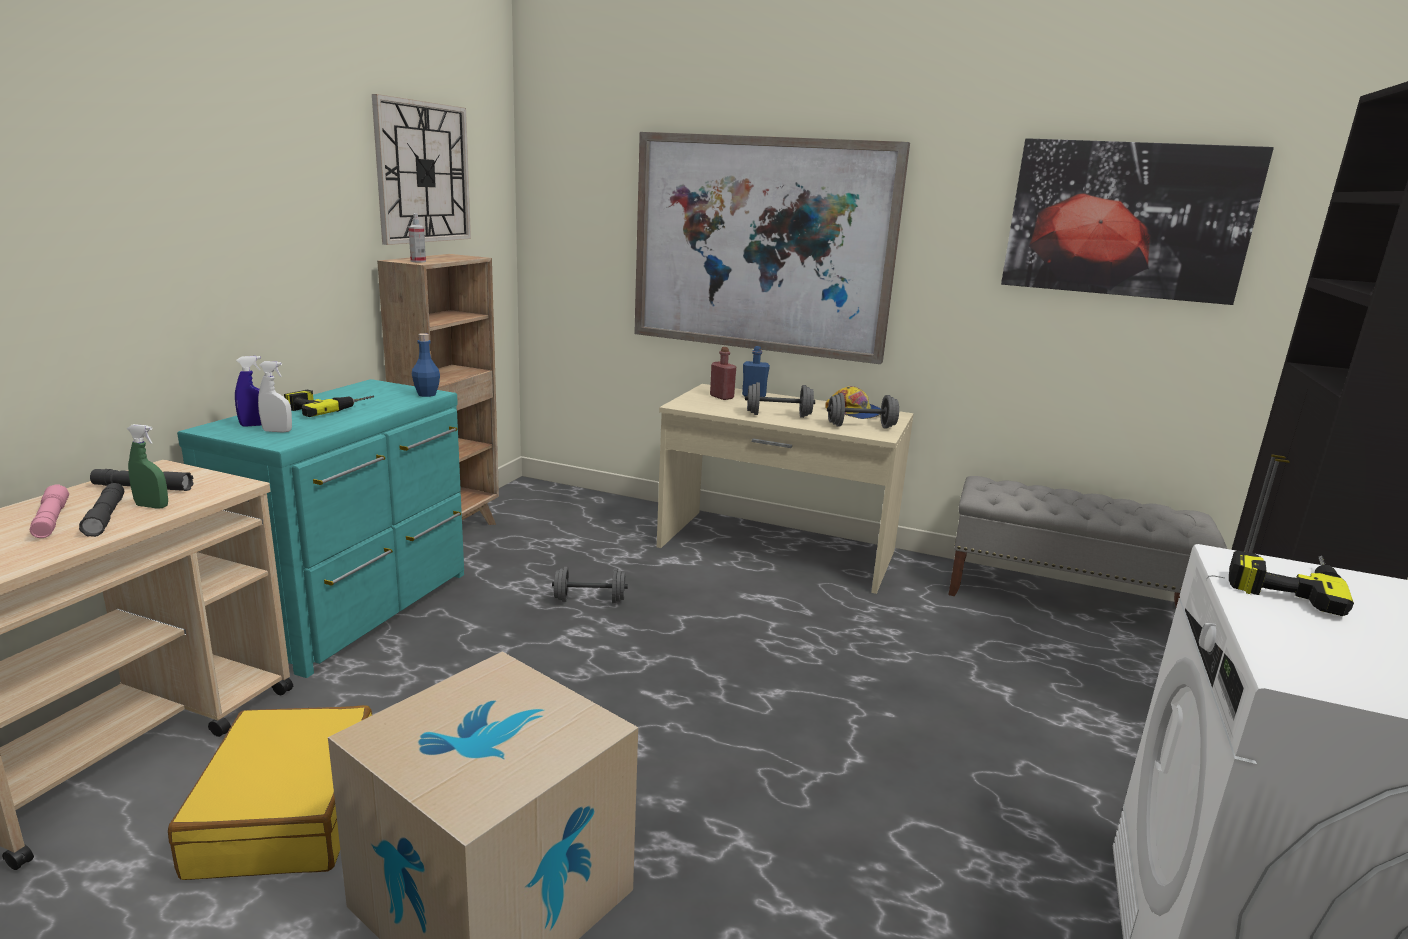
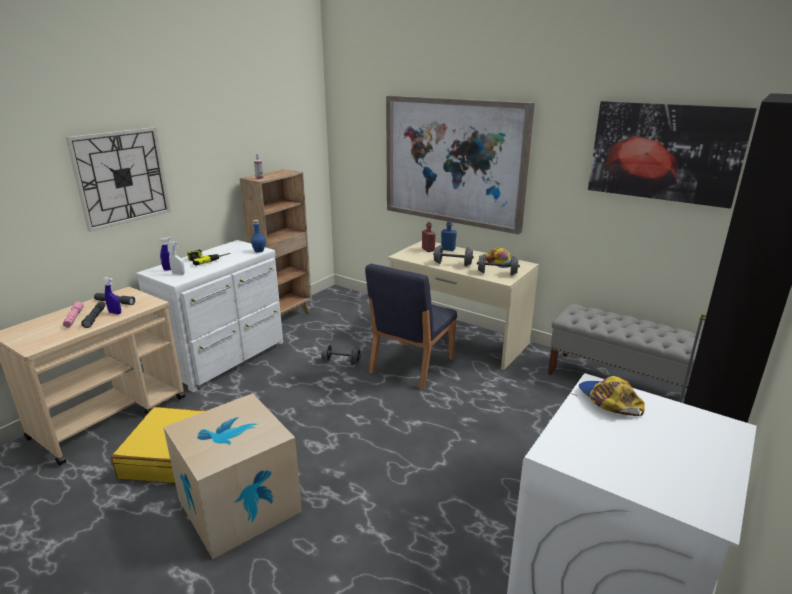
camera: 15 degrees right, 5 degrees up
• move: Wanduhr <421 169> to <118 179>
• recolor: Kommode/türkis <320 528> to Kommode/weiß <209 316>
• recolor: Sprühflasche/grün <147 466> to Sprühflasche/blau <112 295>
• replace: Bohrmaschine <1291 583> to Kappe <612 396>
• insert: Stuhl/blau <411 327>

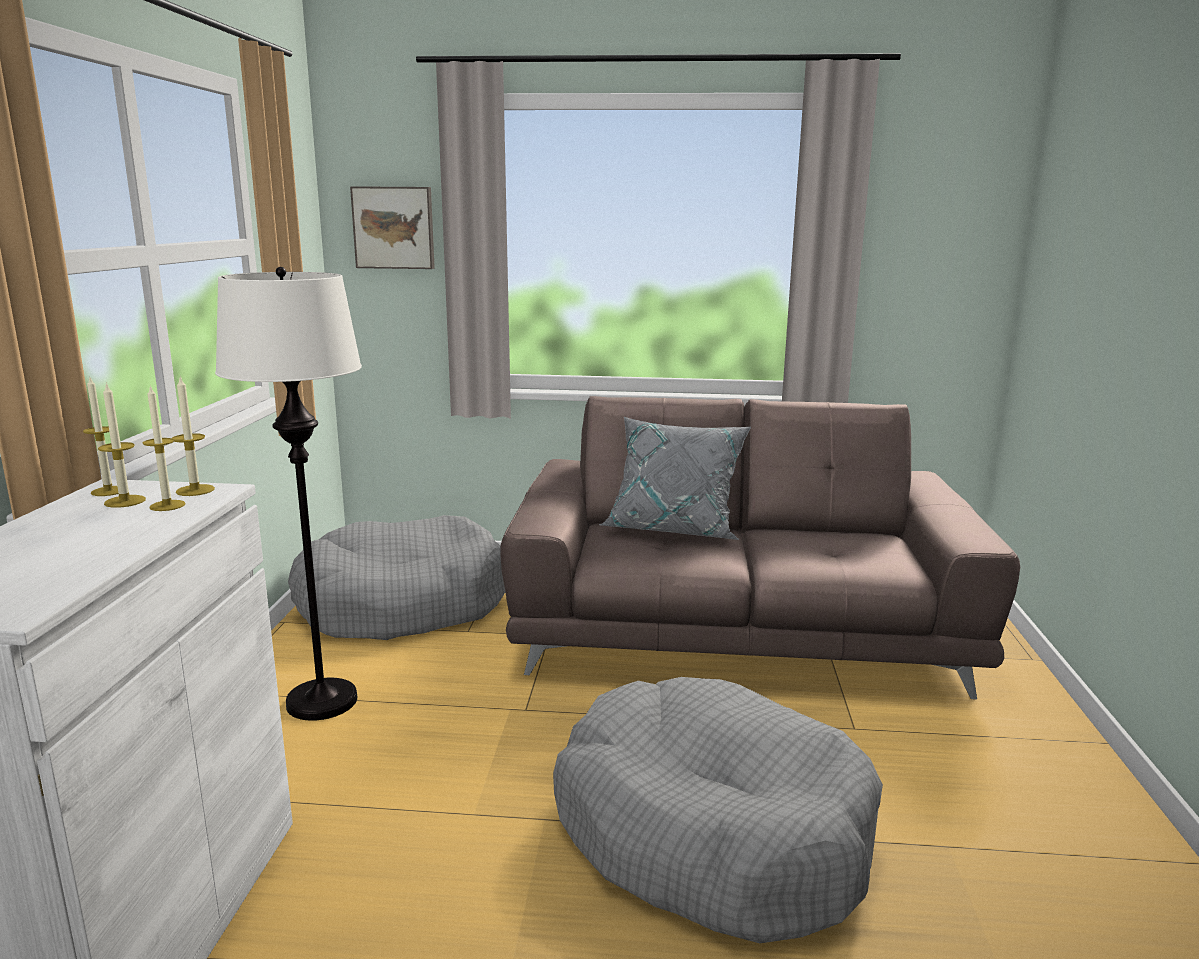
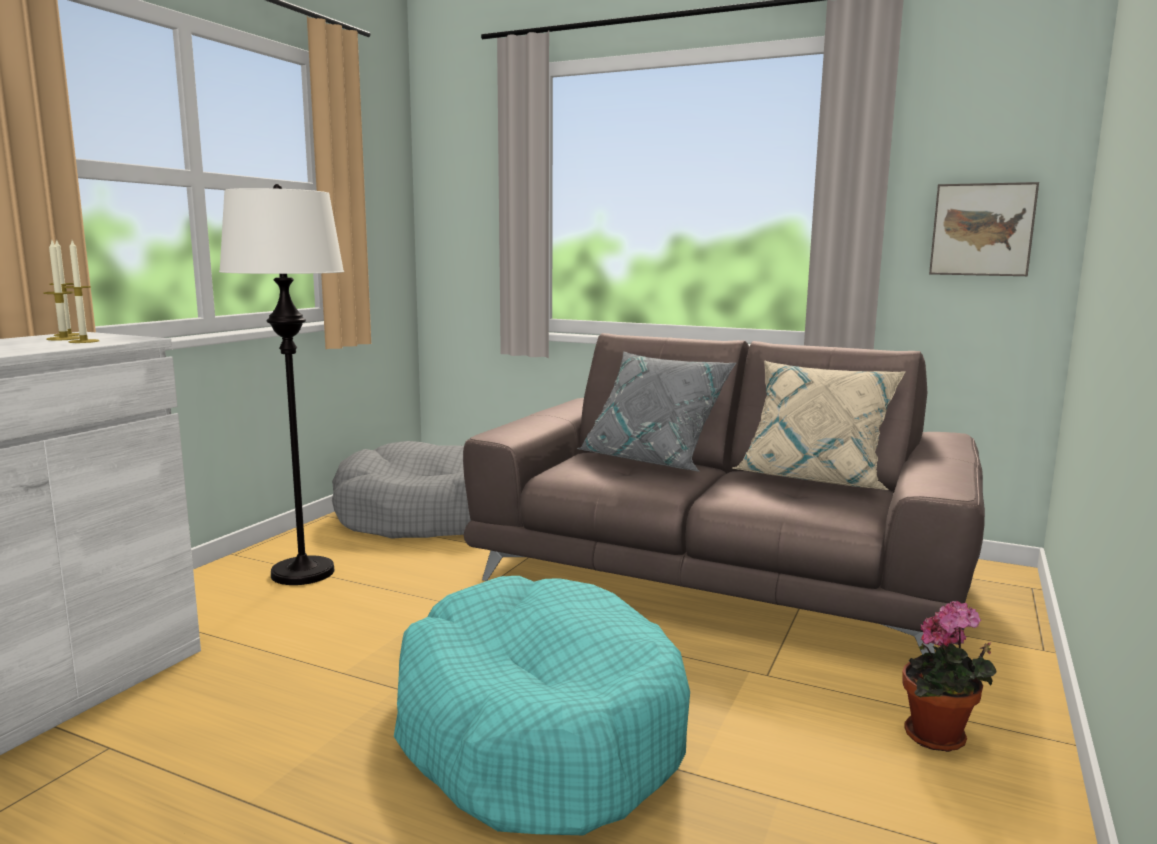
camera: 20 degrees right, 5 degrees down
• move: Bild <392 227> to <984 229>
• delete: Kerze <193 436>
• recolor: Hundebett/grau <718 810> to Hundebett/türkis <542 705>
• insert: Kissen/beige <819 425>
• insert: Topfpflanze <949 676>

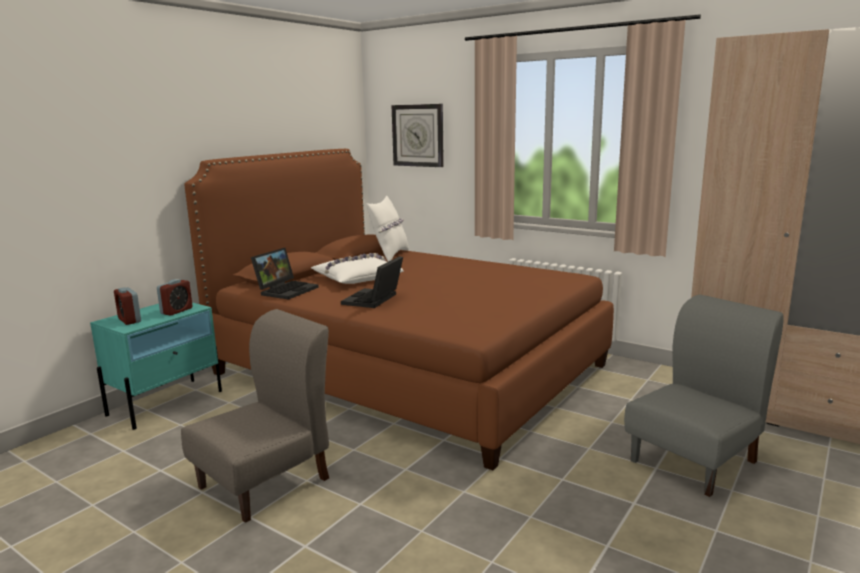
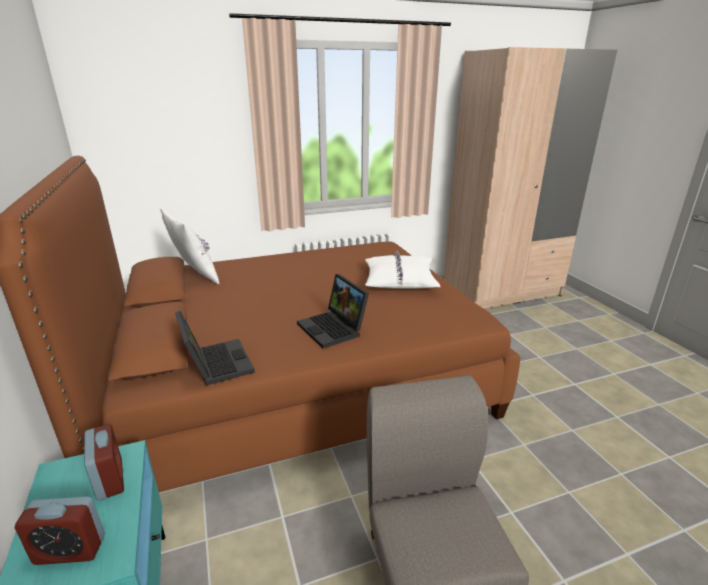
camera: 55 degrees left, 10 degrees up
• delete: Wanduhr <417 135>
• move: Kissen/weiß <357 268> to <402 270>
• delete: Stuhl/grau <704 396>

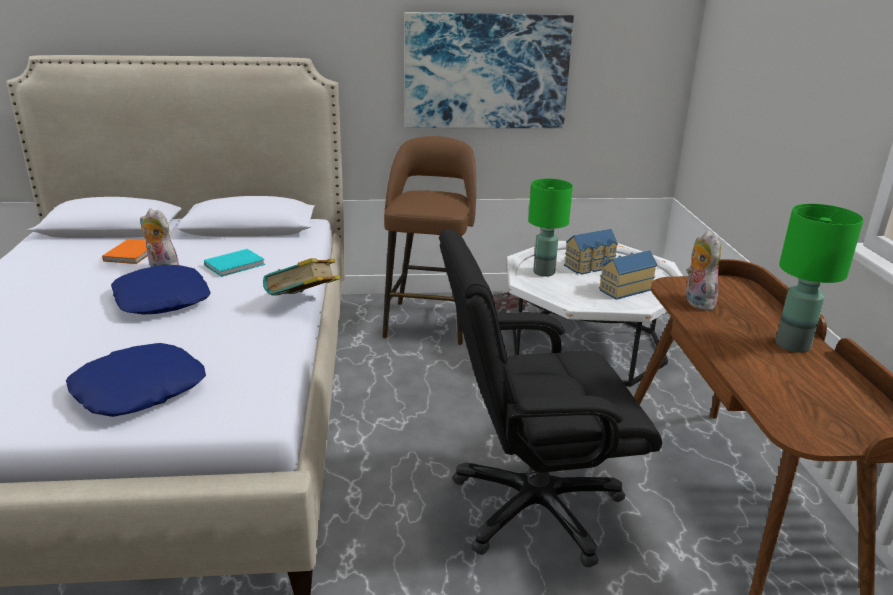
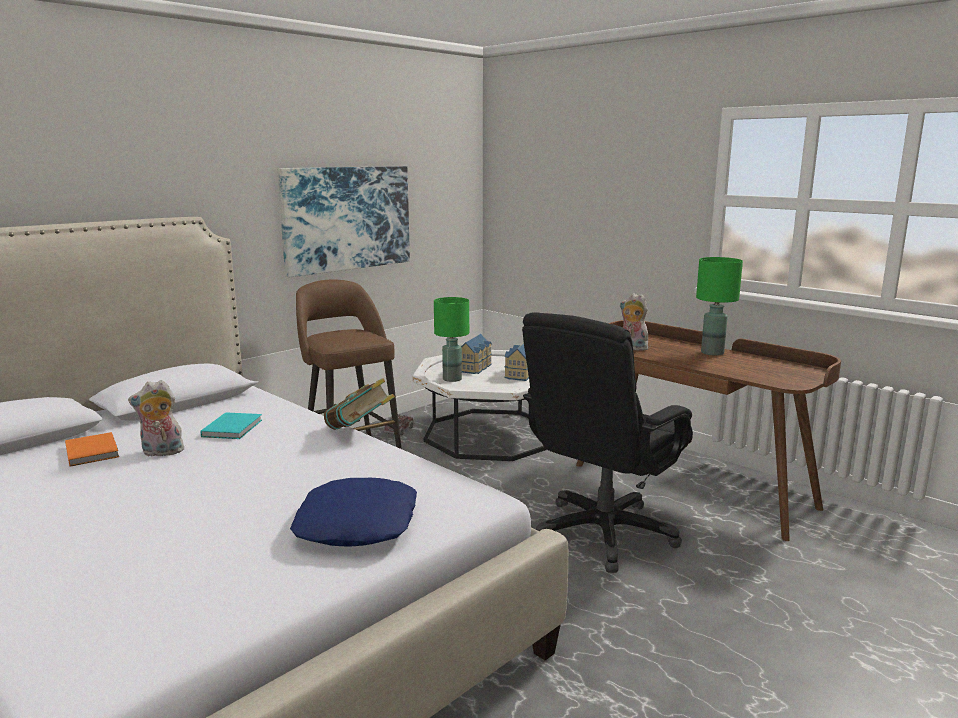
camera: 40 degrees left, 10 degrees down
• delete: Kissen/blau <161 289>

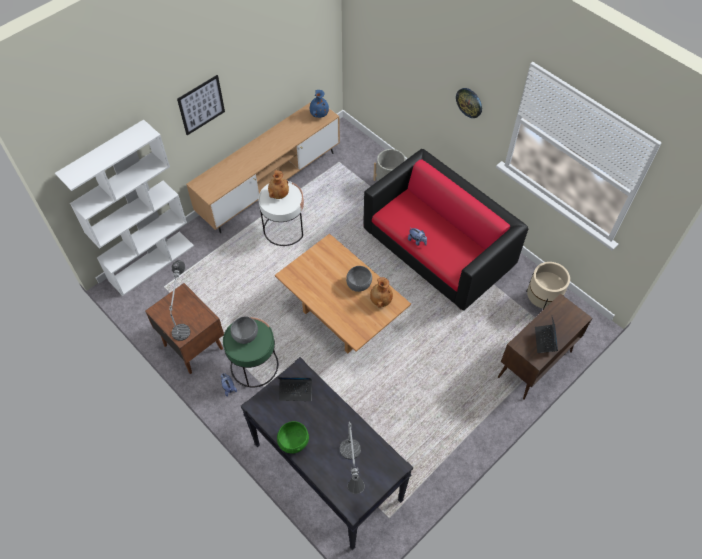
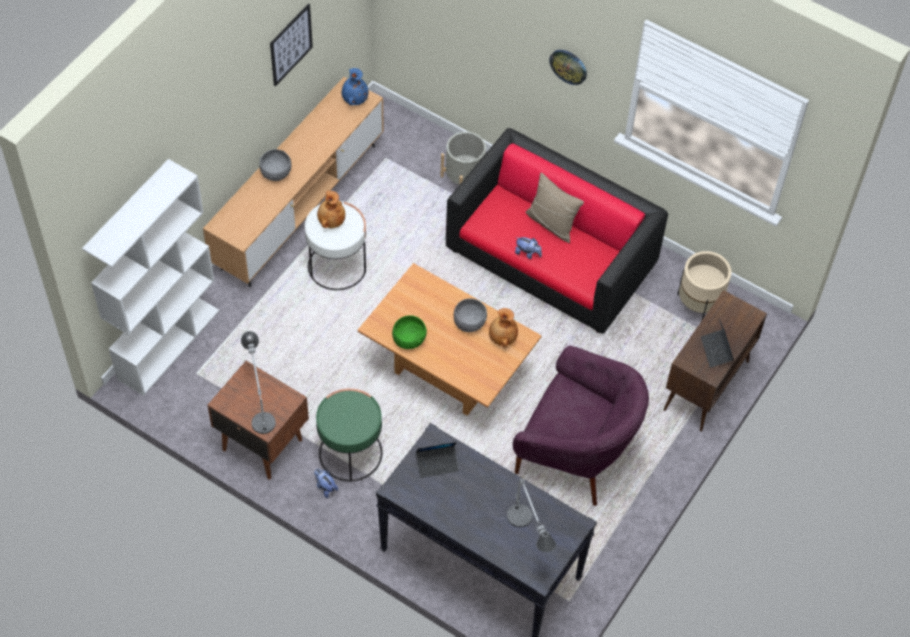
camera: 15 degrees left, 0 degrees up
• move: Bild <201 105> to <291 45>
• move: Schüssel/grau <244 330> to <275 165>
• move: Schüssel/grün <293 437> to <409 332>
• insert: Kissen/beige <554 208>
• insert: Sessel/lila <581 426>

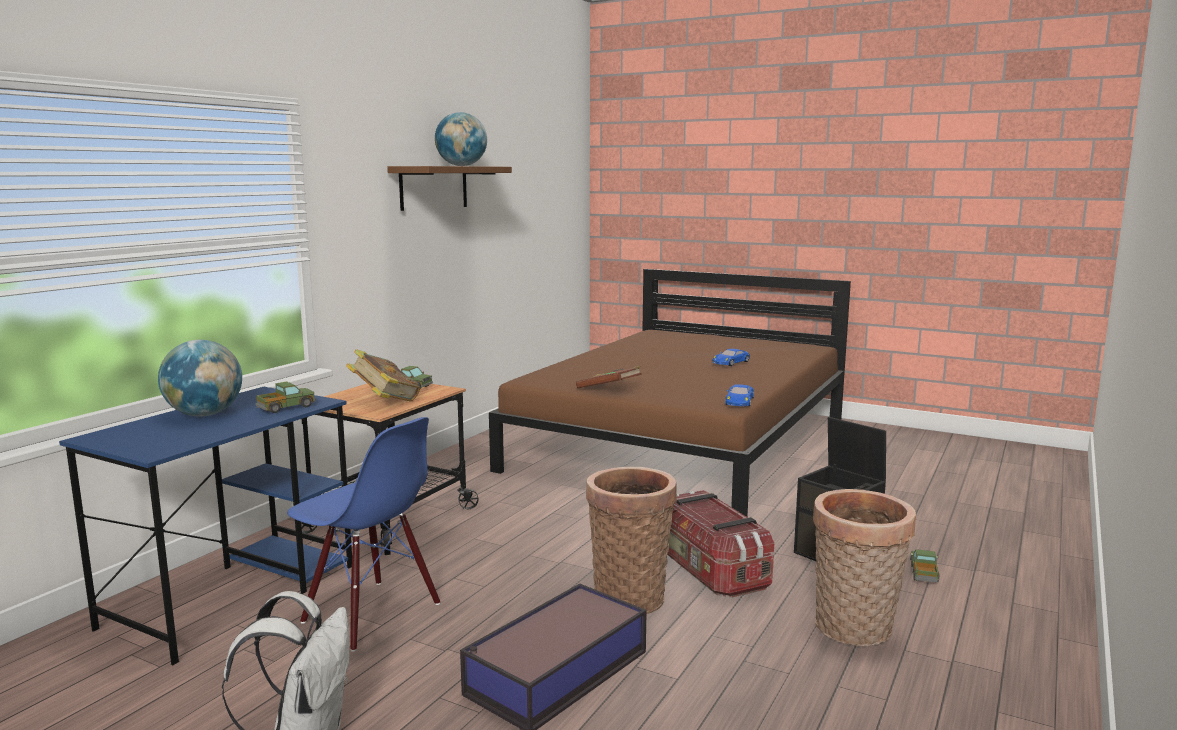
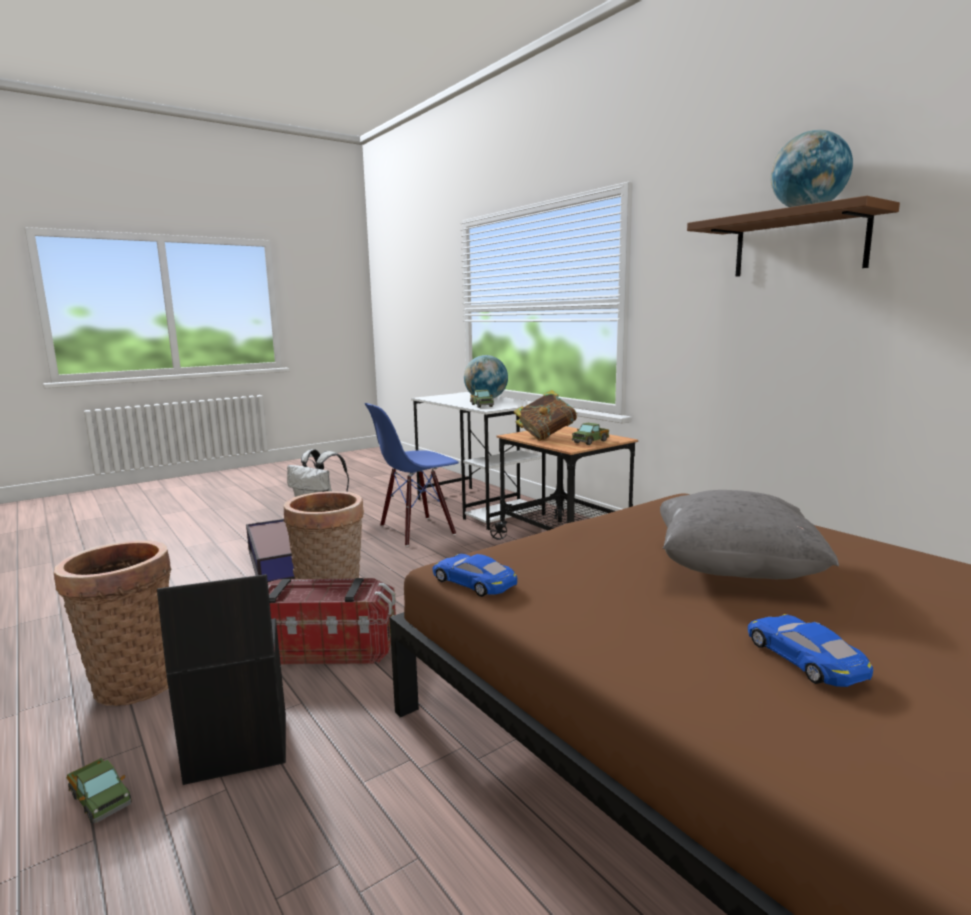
camera: 115 degrees right, 0 degrees up
• delete: Buch/braun <609 377>
• recolor: Schreibtisch/blau <205 526> to Schreibtisch/weiß <478 461>
• insert: Kissen/grau <749 534>

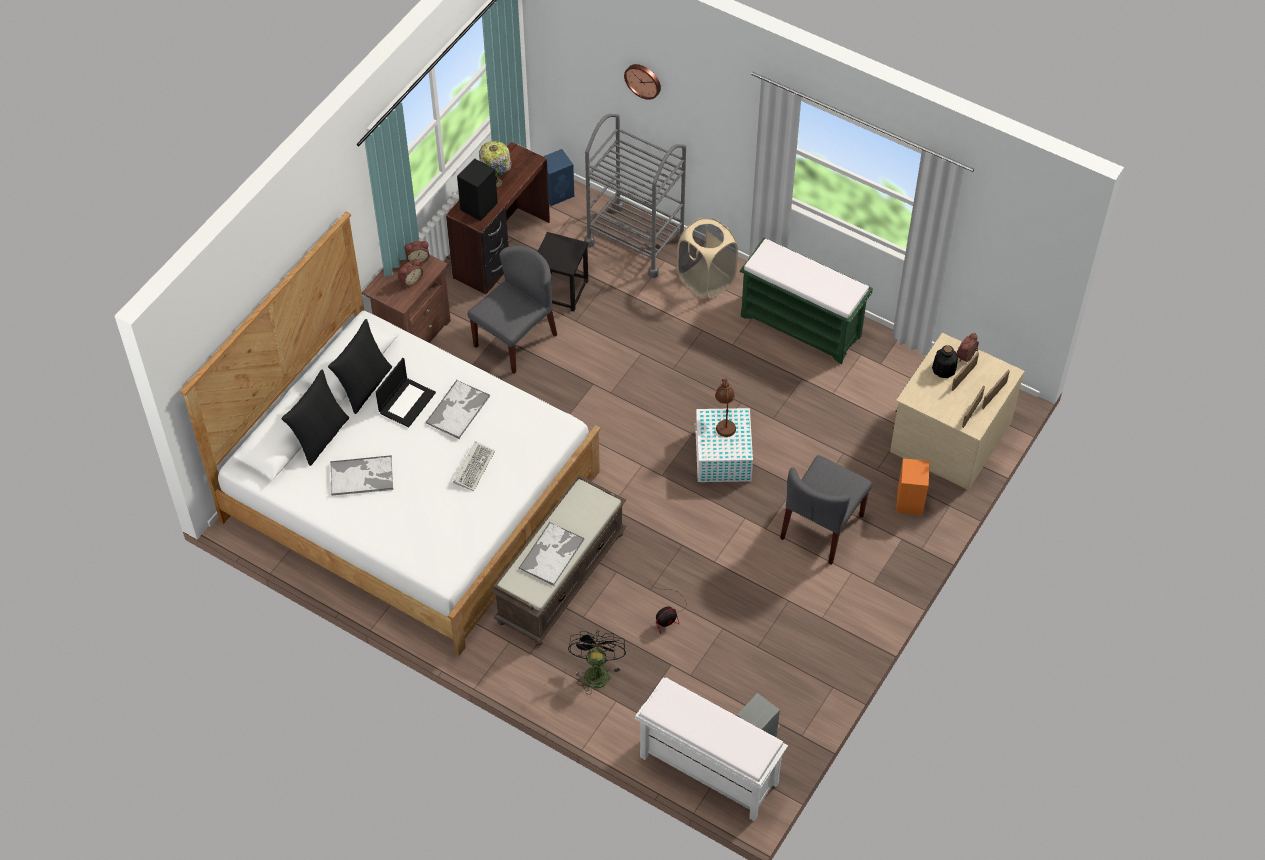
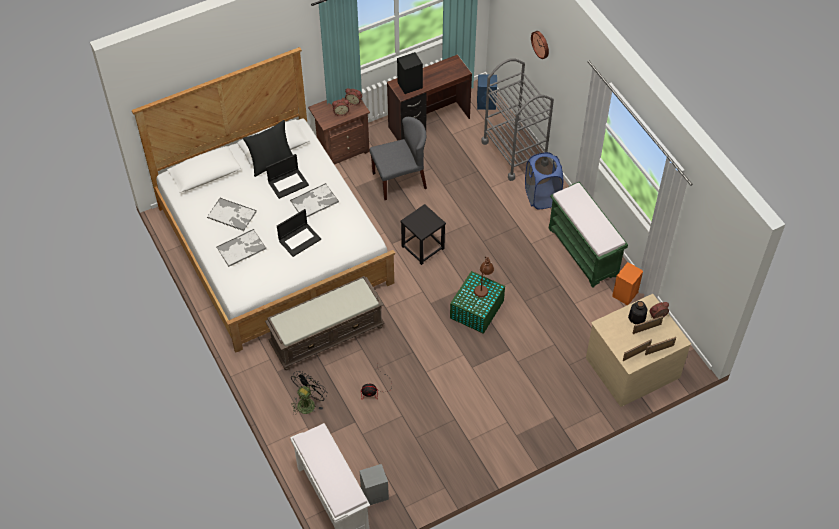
camera: 30 degrees right, 0 degrees up
• delete: Tischlampe <495 164>
• recolor: Wäschekorb/beige <707 258> to Wäschekorb/blau <544 180>
• move: Hocker/schwarz <563 272> to <423 234>
• delete: Kissen/schwarz <315 418>
• recolor: Aufbewahrungsbox/weiß <723 445> to Aufbewahrungsbox/grün <477 302>
• replace: Tastatur <474 466> to Laptop <299 233>
• delete: Stuhl/grau <826 510>
• move: Lautsprecher/orange <913 486> to <627 283>
• move: Tablett <552 554> to <241 248>

